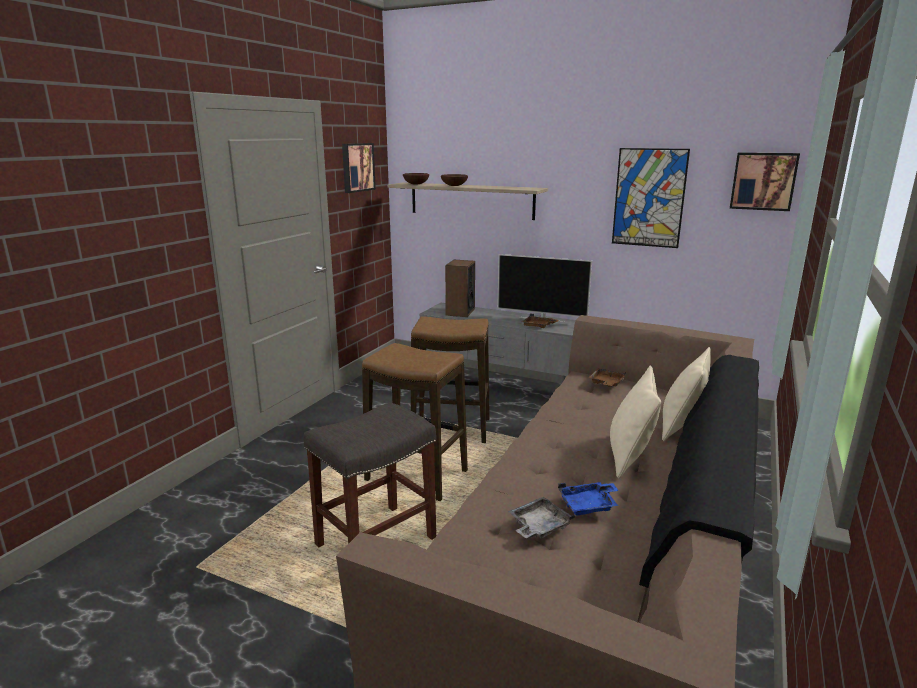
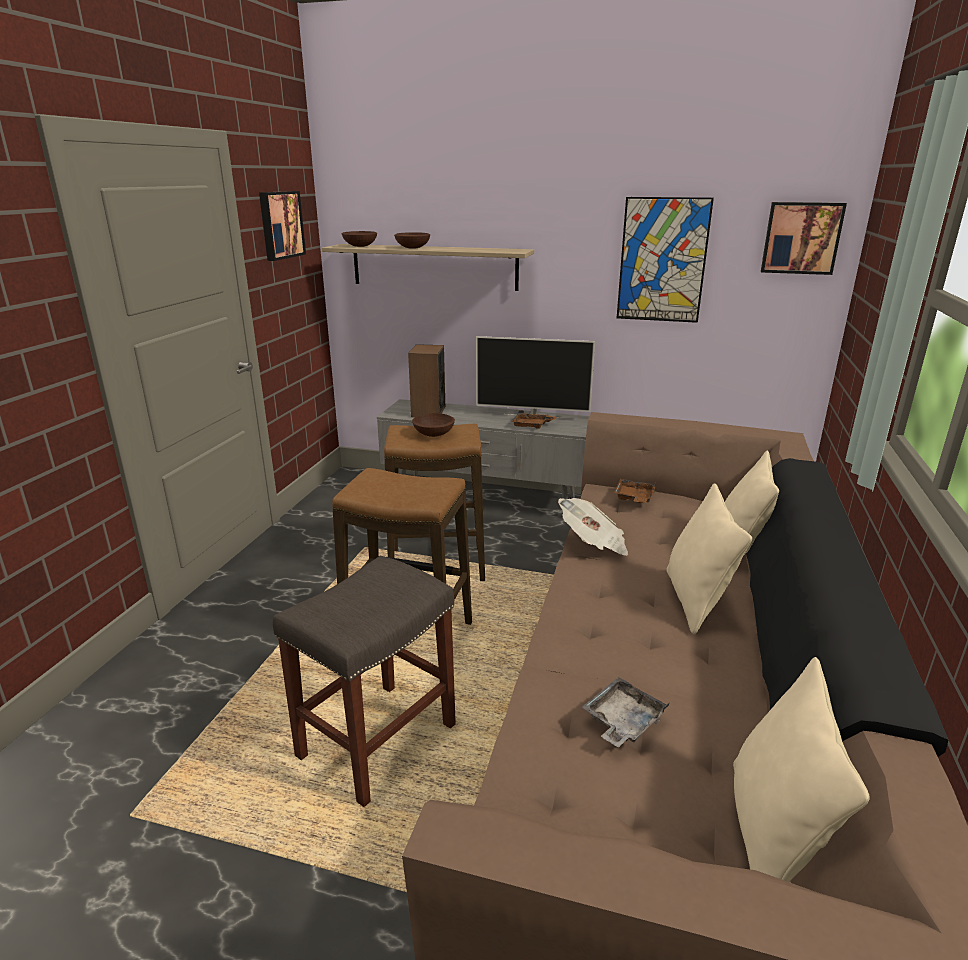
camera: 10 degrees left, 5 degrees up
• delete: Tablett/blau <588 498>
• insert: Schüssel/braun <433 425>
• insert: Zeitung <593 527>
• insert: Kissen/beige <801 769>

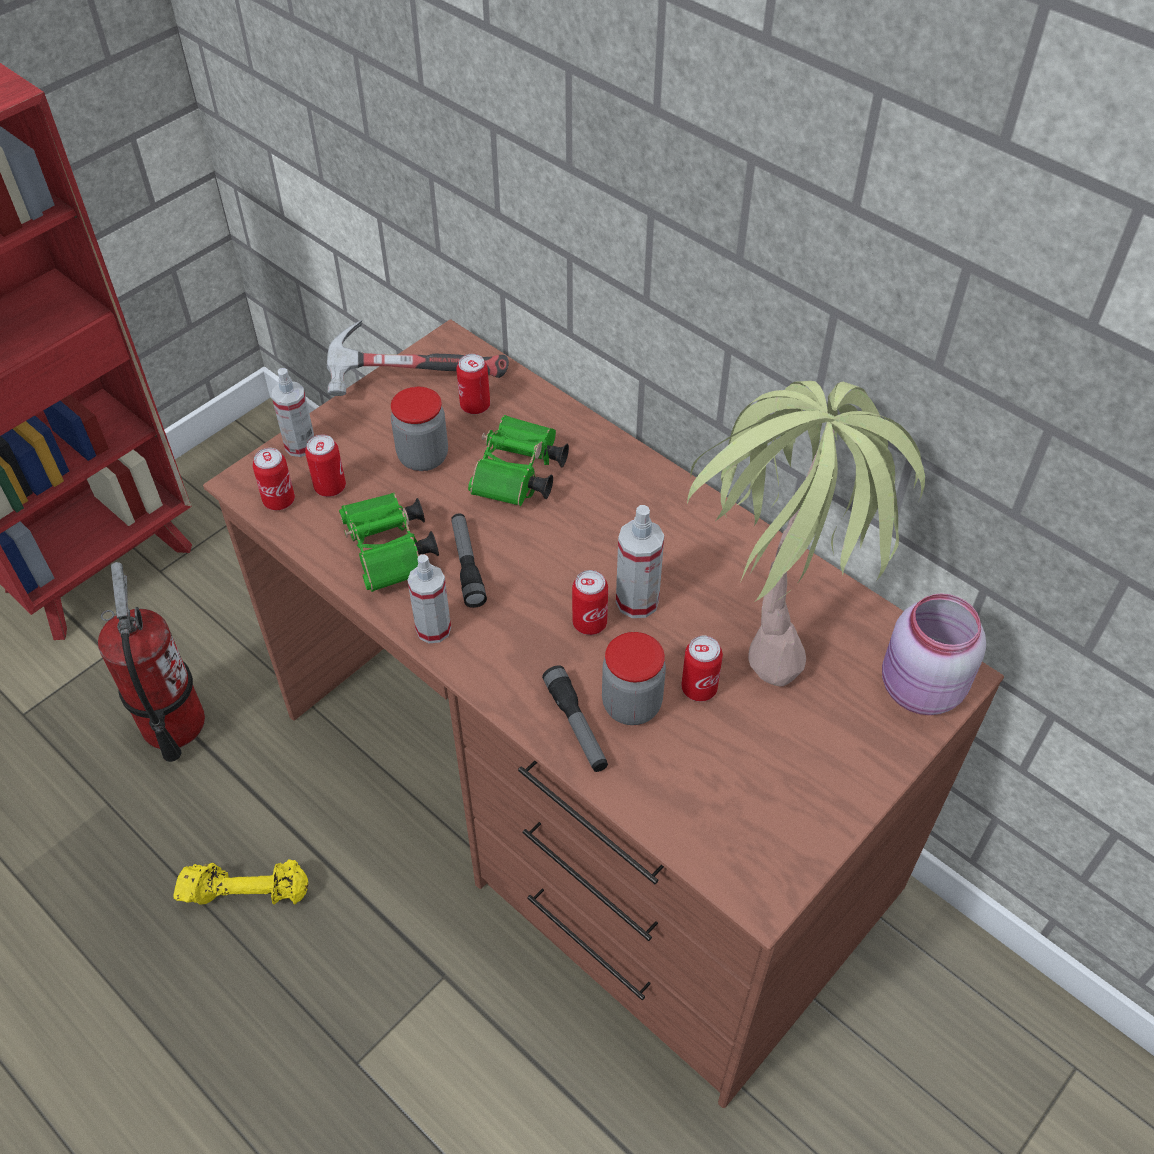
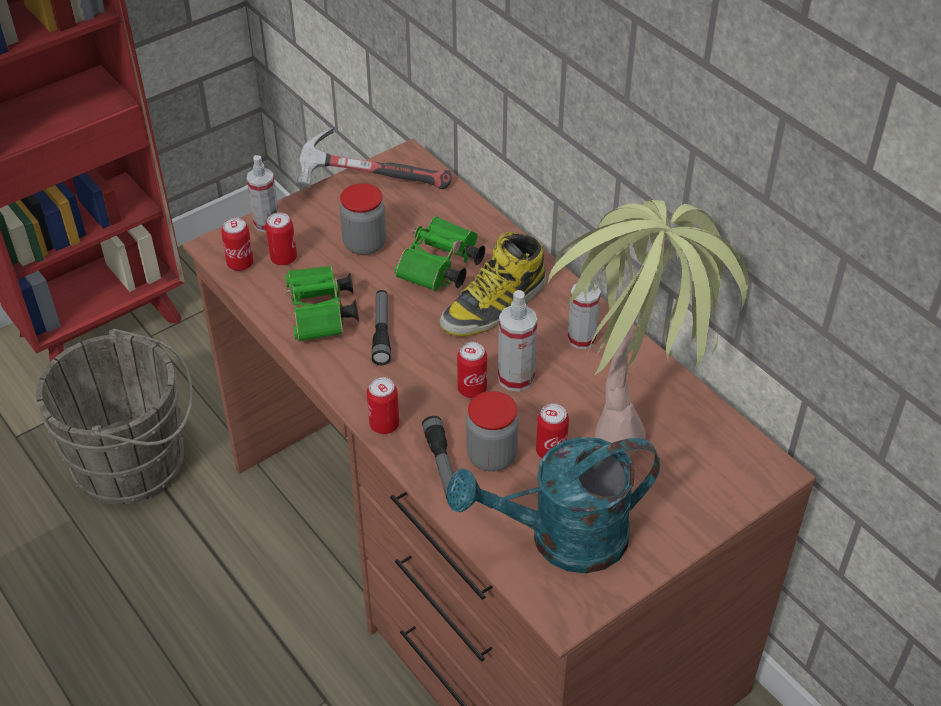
camera: 10 degrees right, 5 degrees down
• move: Dose <473 384> to <383 405>
• move: Sprühflasche <429 598> to <584 316>
• replace: Feuerlöscher <151 662> to Eimer/grau <114 417>
• delete: Vorratsglas/rosa <934 654>
• delete: Hantel/gelb <240 882>
• insert: Stiefel <492 284>
• insert: Gießkanne/türkis <553 505>

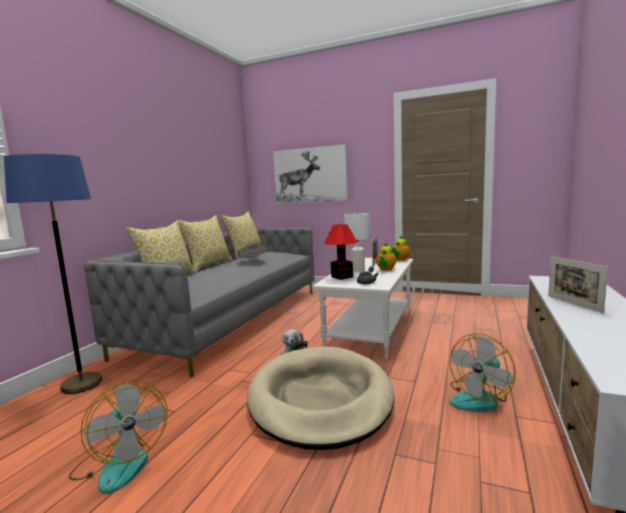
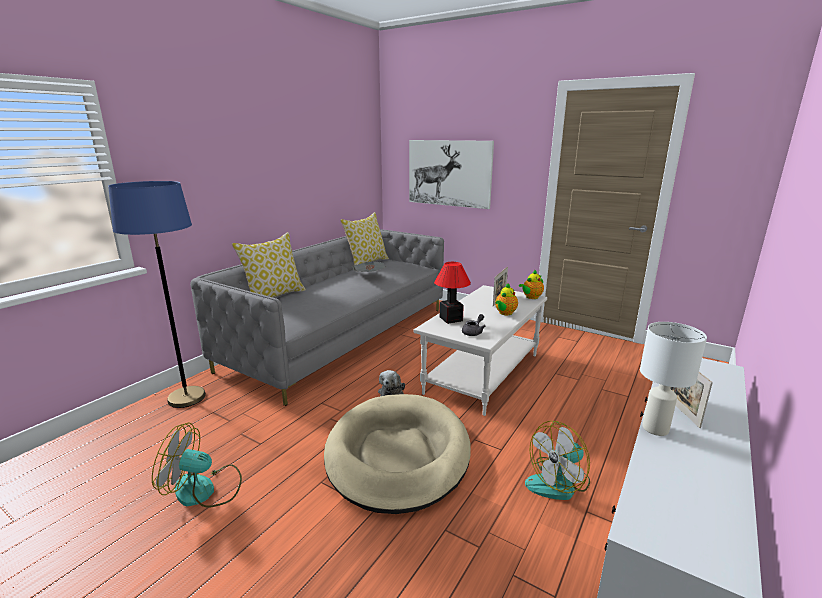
camera: 10 degrees right, 10 degrees up
• move: Tischlampe/weiß <357 242> to <673 379>
• delete: Kissen <204 243>
• rotate: Ventilator <118 437> = <197 465> 120 degrees clockwise

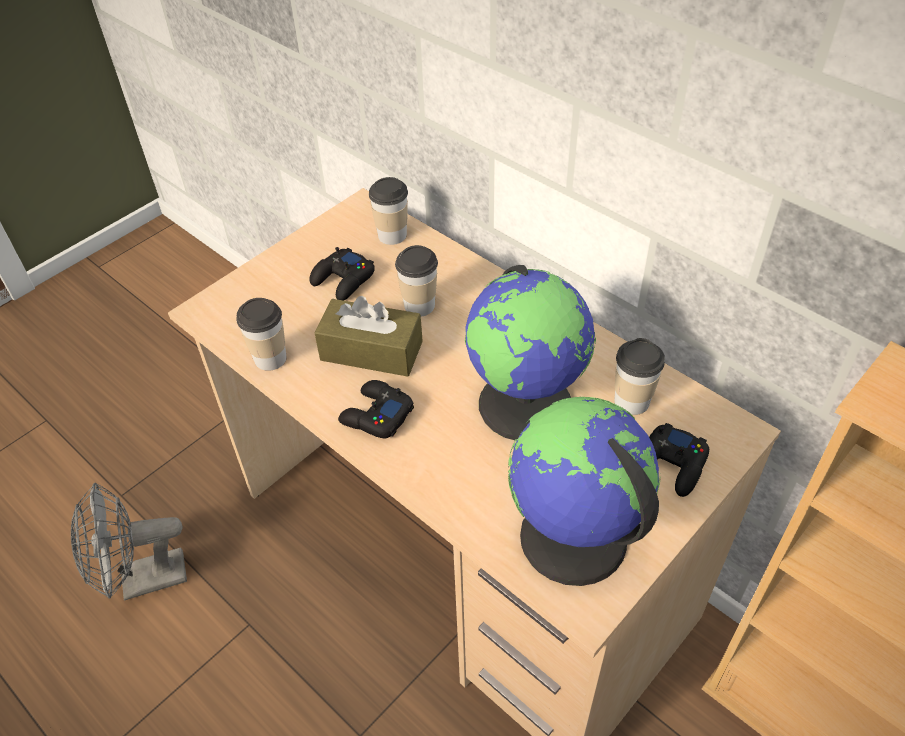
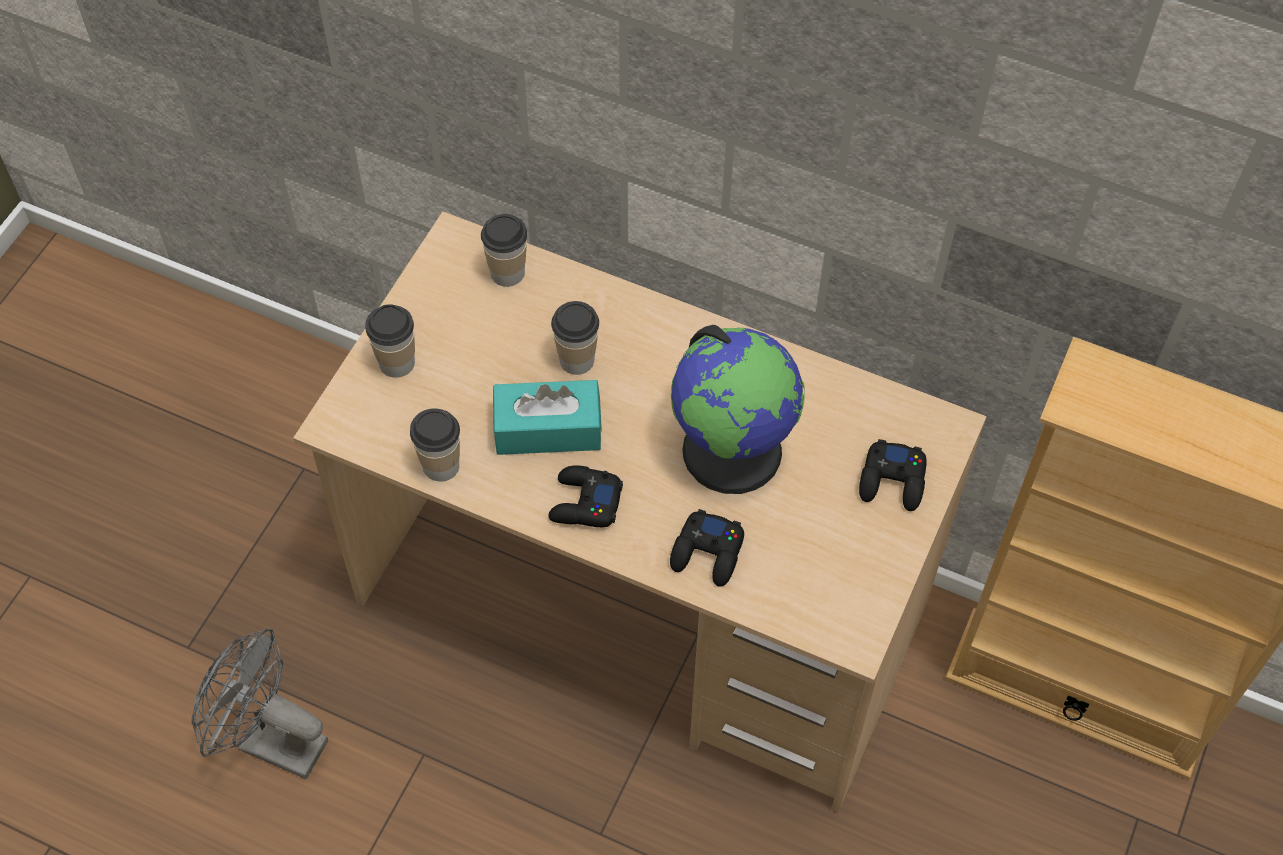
camera: 20 degrees left, 10 degrees up
• move: Gamepad/schwarz <342 274> to <707 548>
• recolor: Taschentuchbox/braun <368 336> to Taschentuchbox/türkis <547 417>
• move: Tasse <639 376> to <390 340>
• delete: Globus <584 491>
• rotate: Ventilator/grau <129 542> = <260 703> 60 degrees clockwise

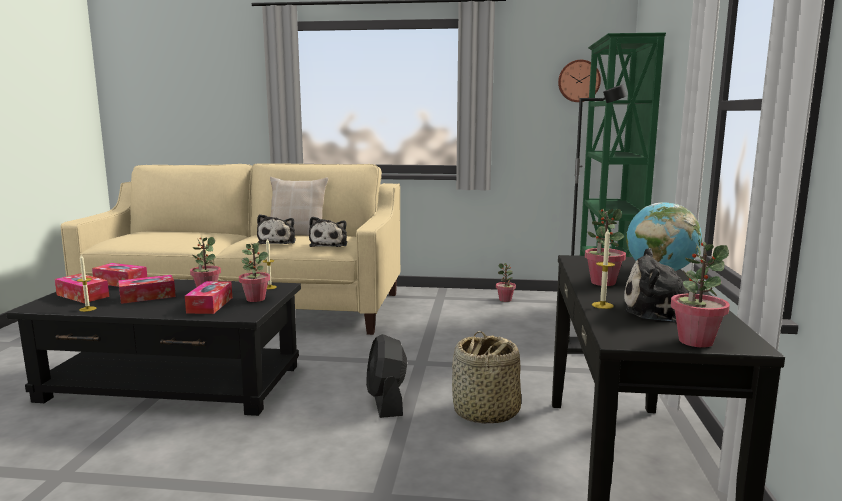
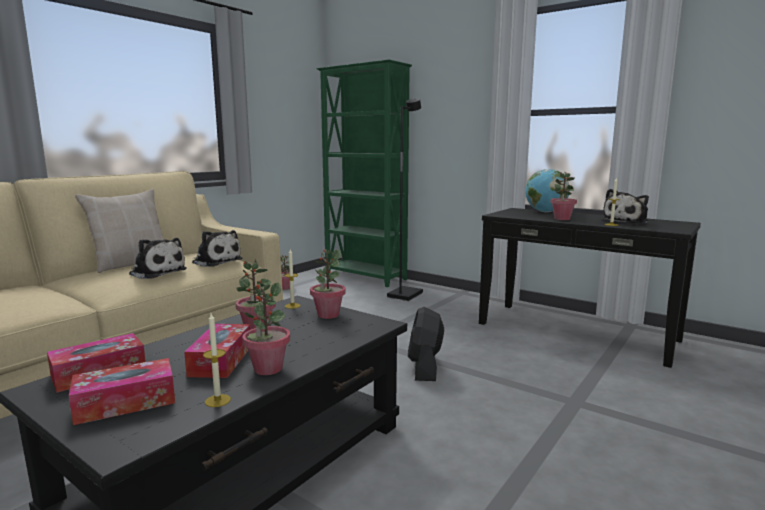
camera: 60 degrees left, 0 degrees up
• delete: Wanduhr <579 81>
• move: Topfpflanze <700 295> to <266 328>
• delete: Taschentuchbox <208 297>
• delete: Korb <486 377>
• rotate: Ventilator/schwarz <386 376> = <426 344> 75 degrees clockwise

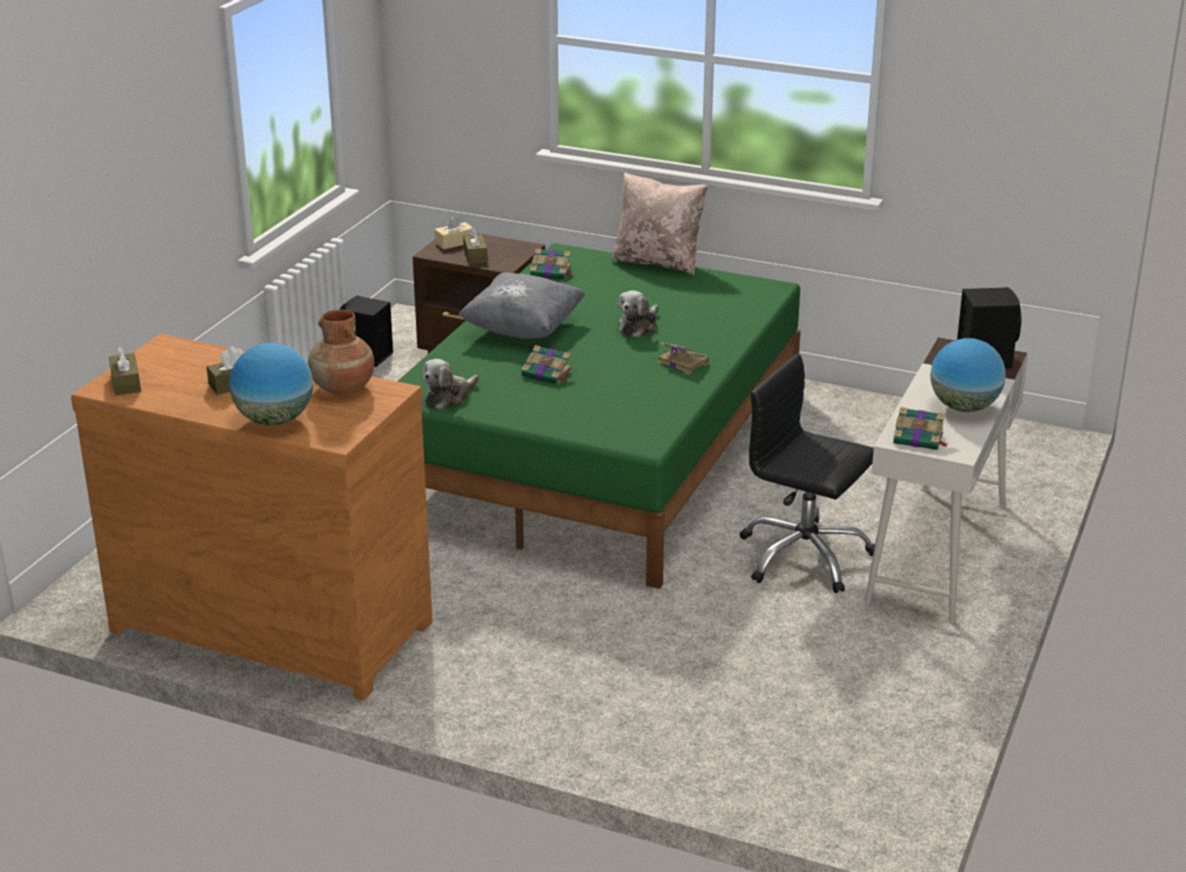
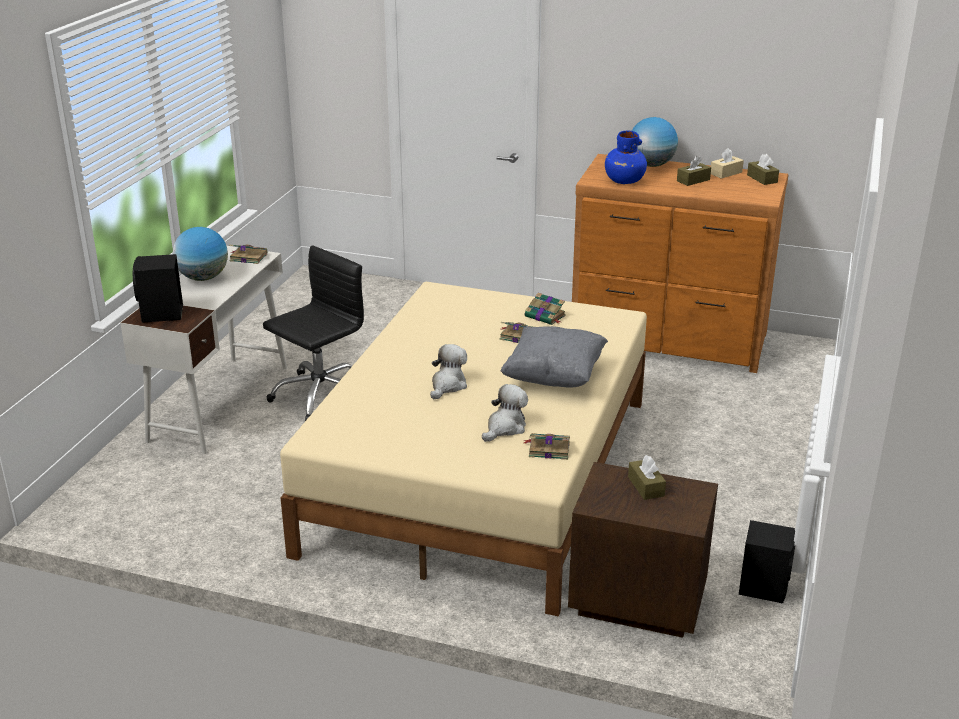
camera: 175 degrees right, 0 degrees up
• delete: Kissen/beige <659 223>
• move: Taschentuchbox/beige <453 232> to <727 163>
• recolor: Bett/grün <599 416> to Bett/beige <463 449>
• recolor: Vase/braun <341 351> to Vase/blau <626 157>
• move: Buch <683 358> to <545 309>
• rotate: Bürostuhl/schwarz <807 473> = <313 333> 75 degrees counterclockwise
• move: Plüschtier <450 384> to <505 413>

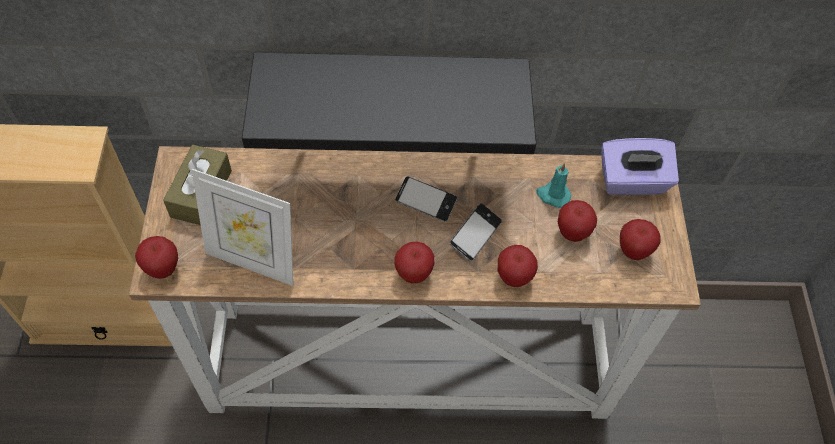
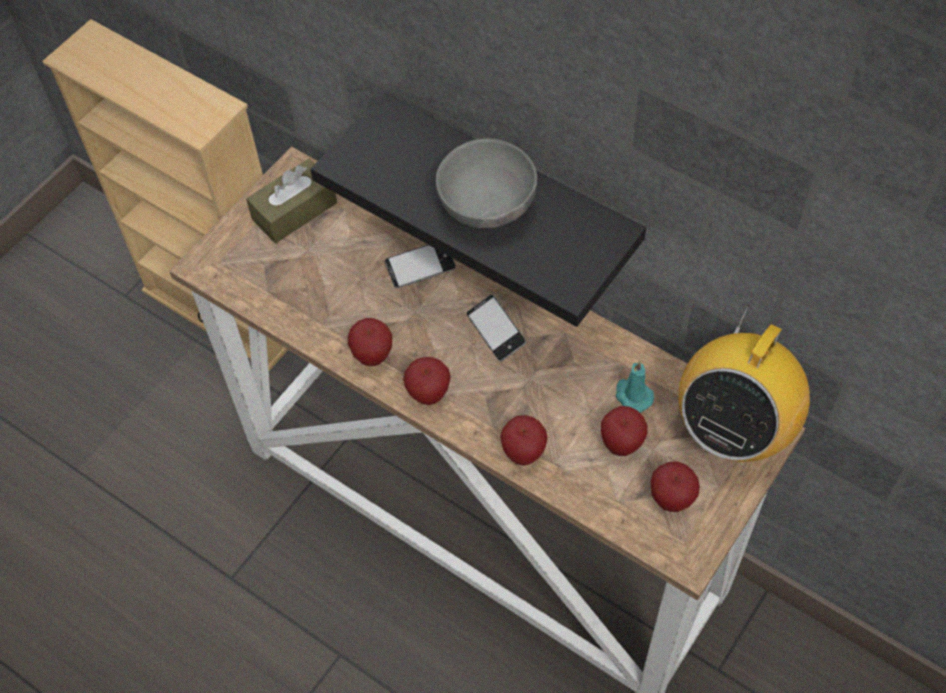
camera: 40 degrees right, 0 degrees up
• replace: Taschentuchbox/lila <640 166> to Radio <744 383>
• delete: Bilderrahmen <242 227>
• move: Handy <476 232> to <420 266>
• move: Apfel <156 257> to <370 342>
• insert: Schüssel/grau <486 183>

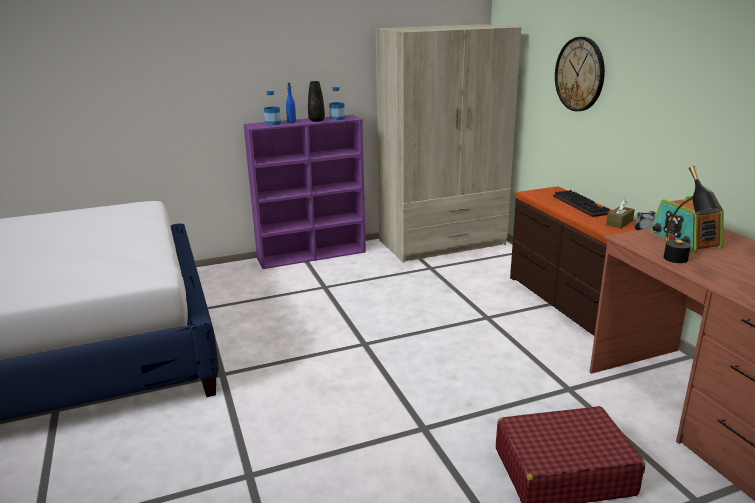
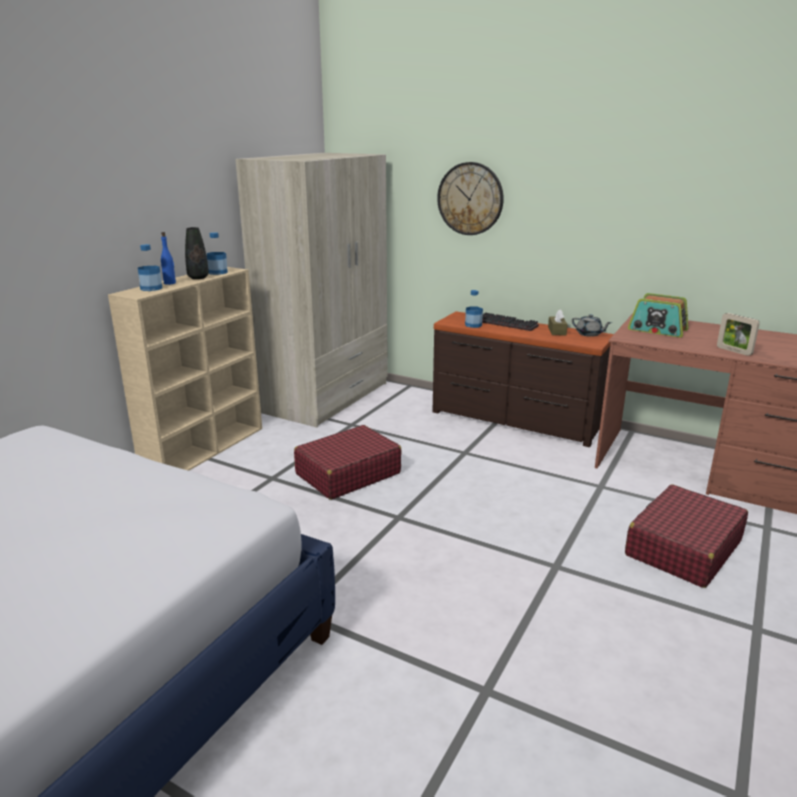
camera: 40 degrees left, 0 degrees up
• recolor: Bücherregal/lila <305 192> to Bücherregal/beige <185 369>
• delete: Tischlampe/schwarz <693 214>
• insert: Flasche <474 309>
• insert: Bilderrahmen <738 334>
• insert: Koffer/rot <348 462>

